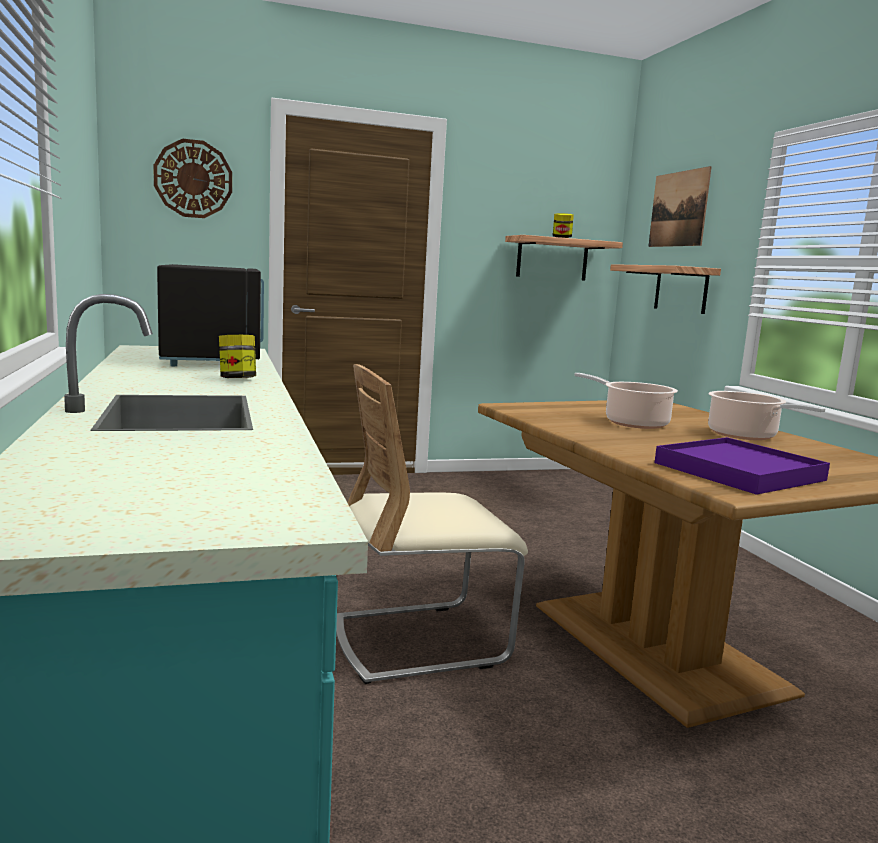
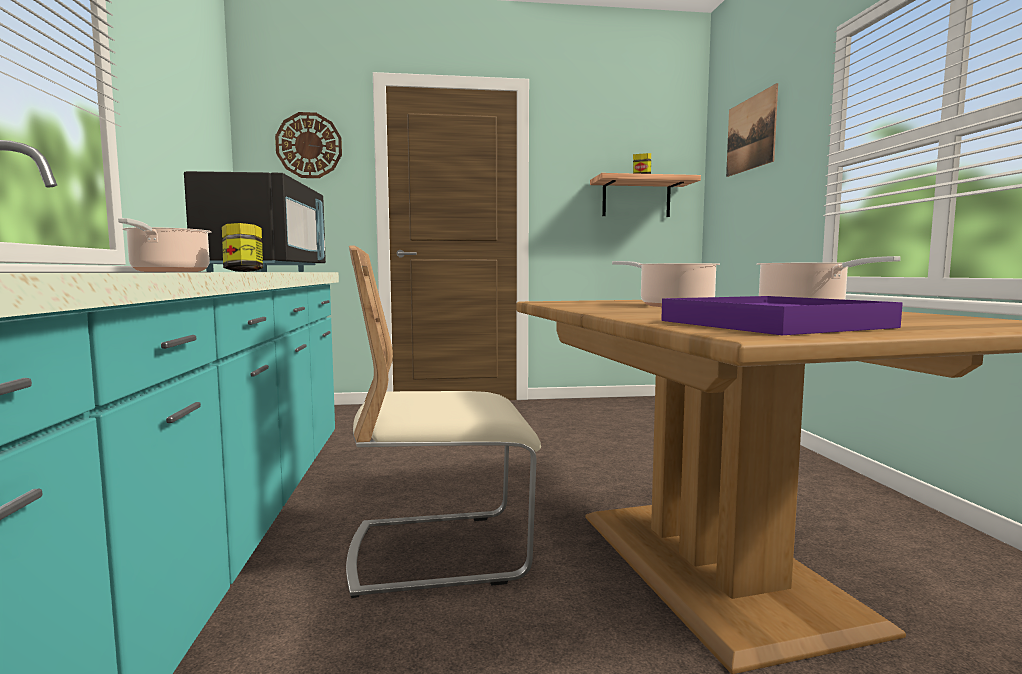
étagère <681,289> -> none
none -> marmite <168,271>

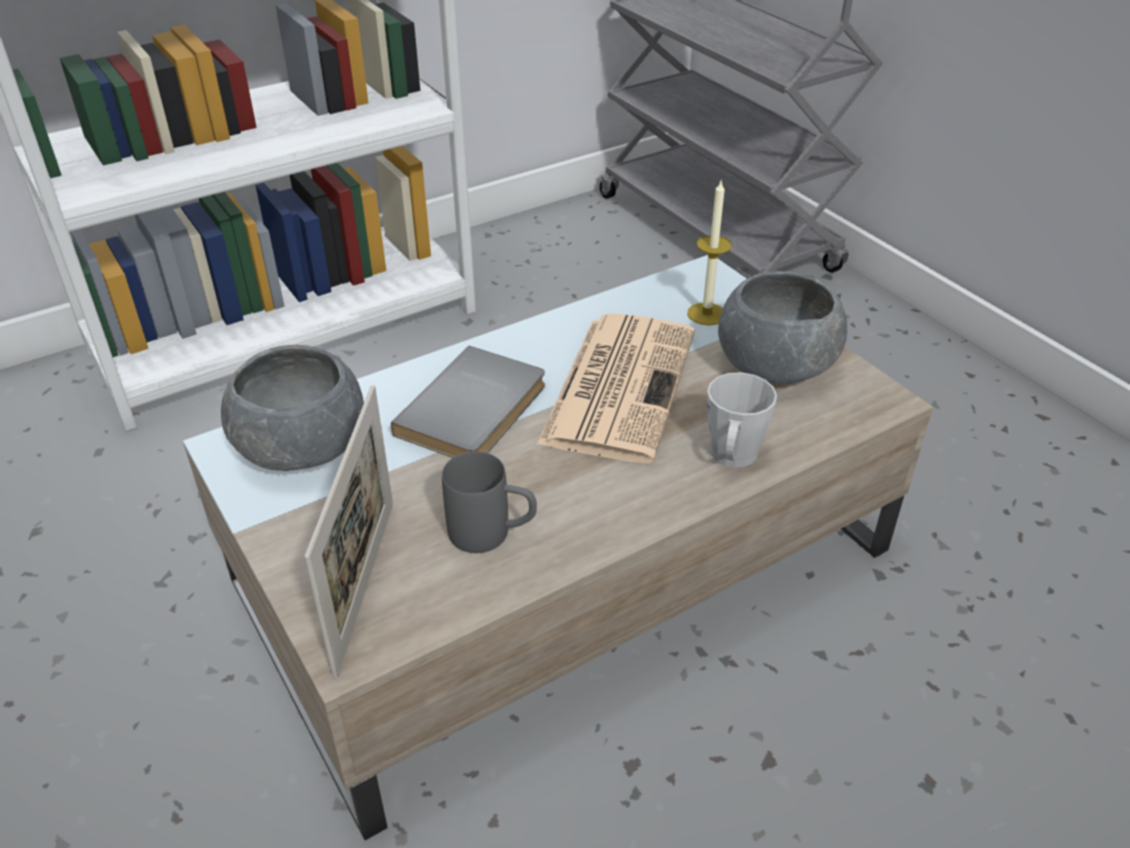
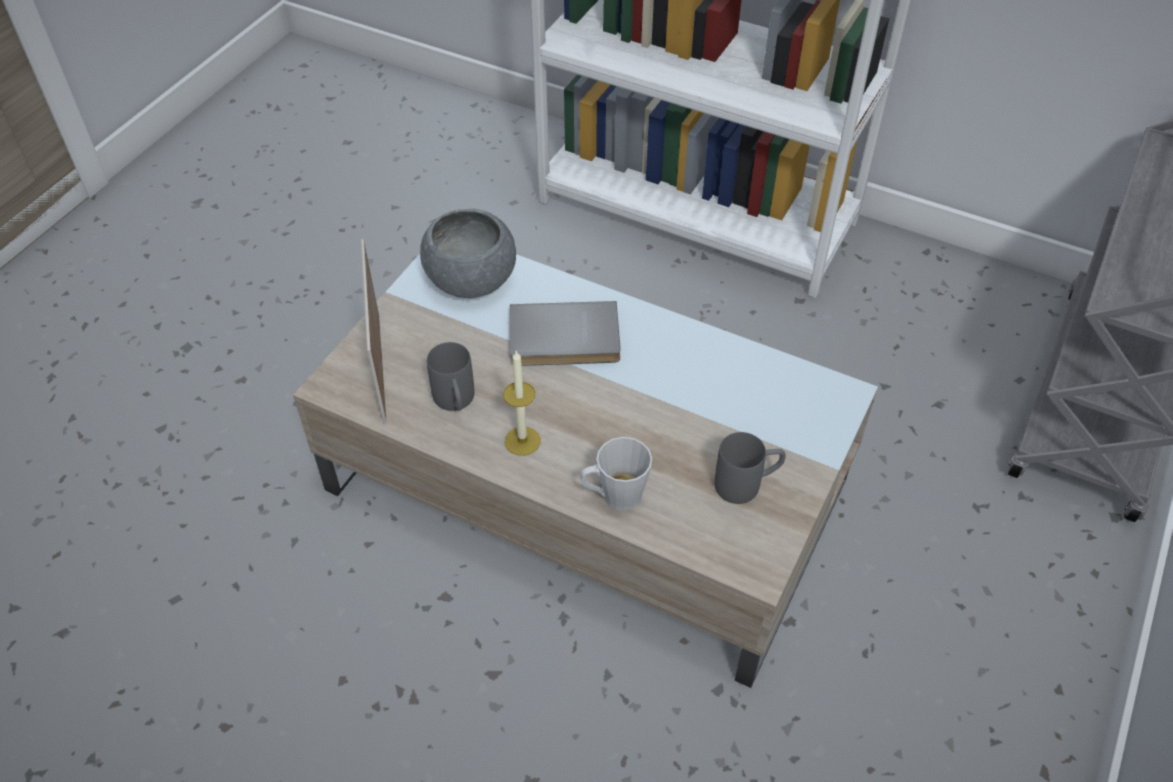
cadre photo <365,584> -> cadre photo <381,367>, 105 degrees clockwise
journal <619,385> -> none
bougie <706,314> -> bougie <522,441>, move
bol/gris <775,366> -> mug/gris <747,484>

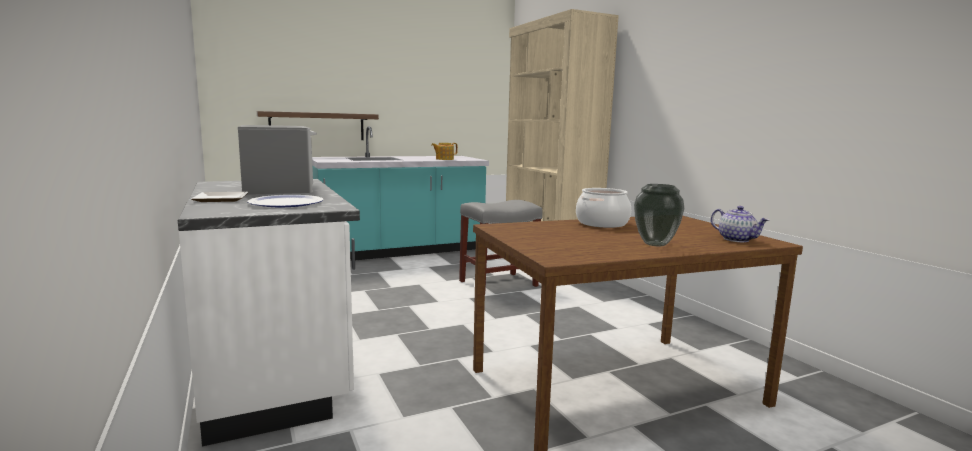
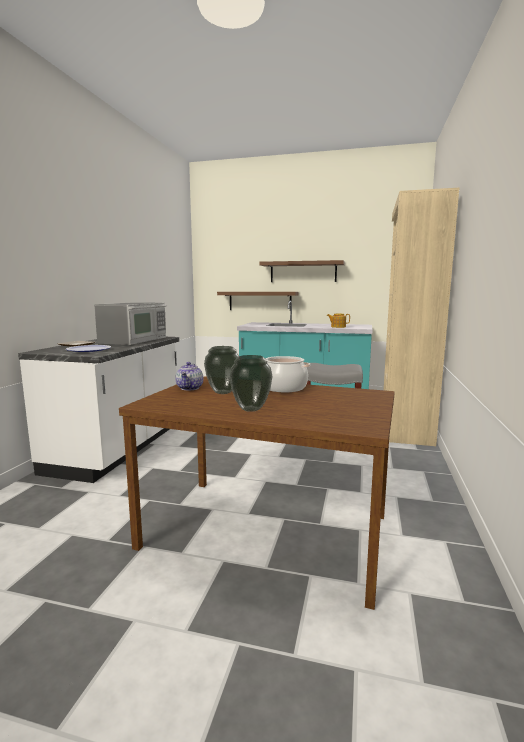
théière <737,239> -> théière <190,388>, move
none -> vase <222,392>
none -> étagère <303,272>

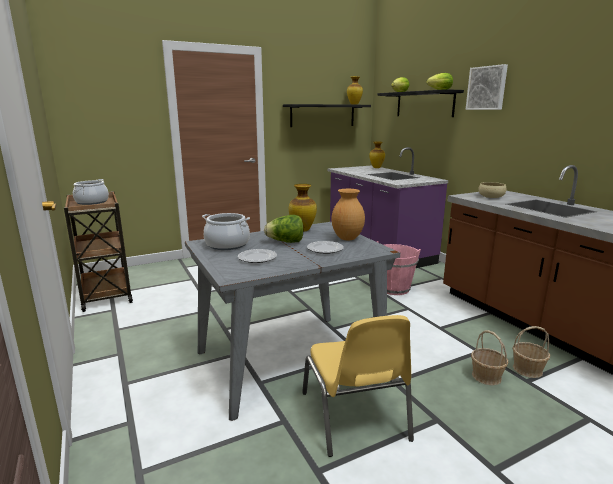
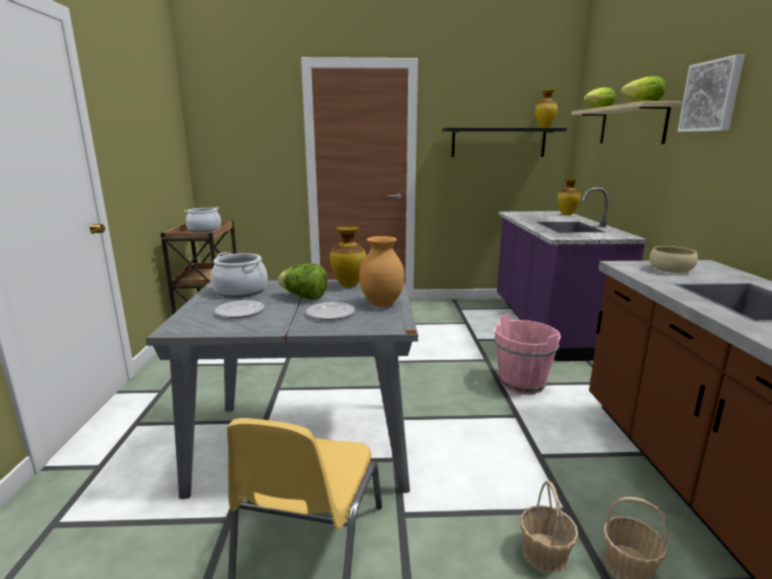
étagère/noir <424,104> -> étagère/beige <631,125>

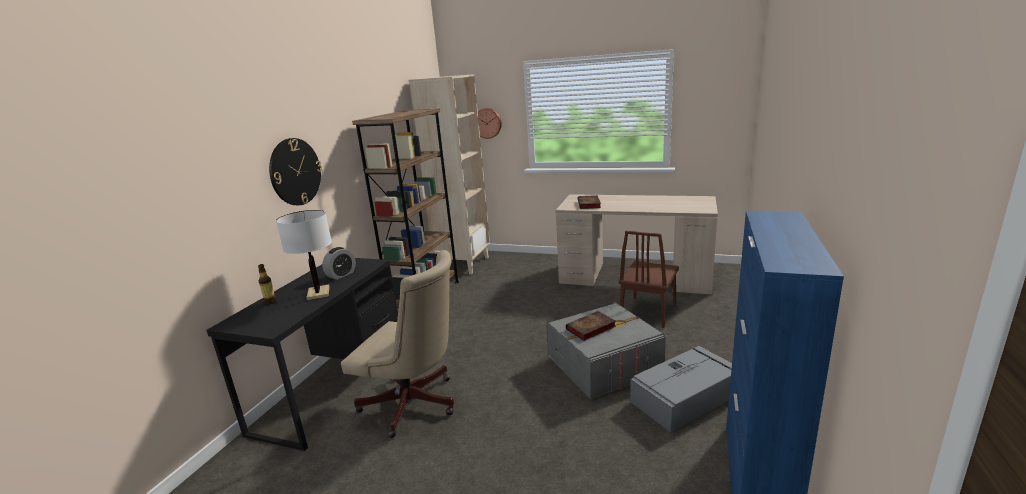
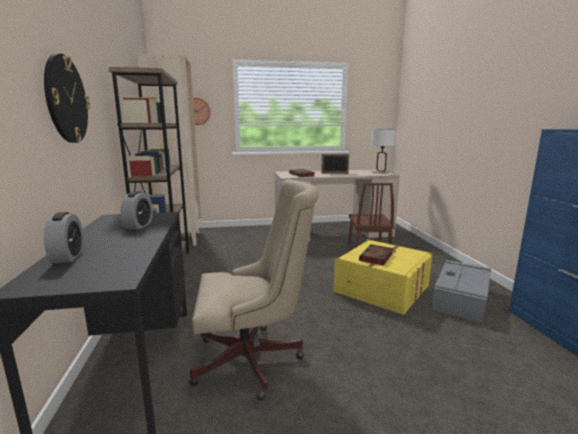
bouteille <270,302> -> réveil <68,257>
lampe de table/blanc <318,293> -> lampe de table/blanc <380,172>, move
boîte de rangement/gris <604,365> -> boîte de rangement/jaune <382,289>
none -> cadre photo <334,173>

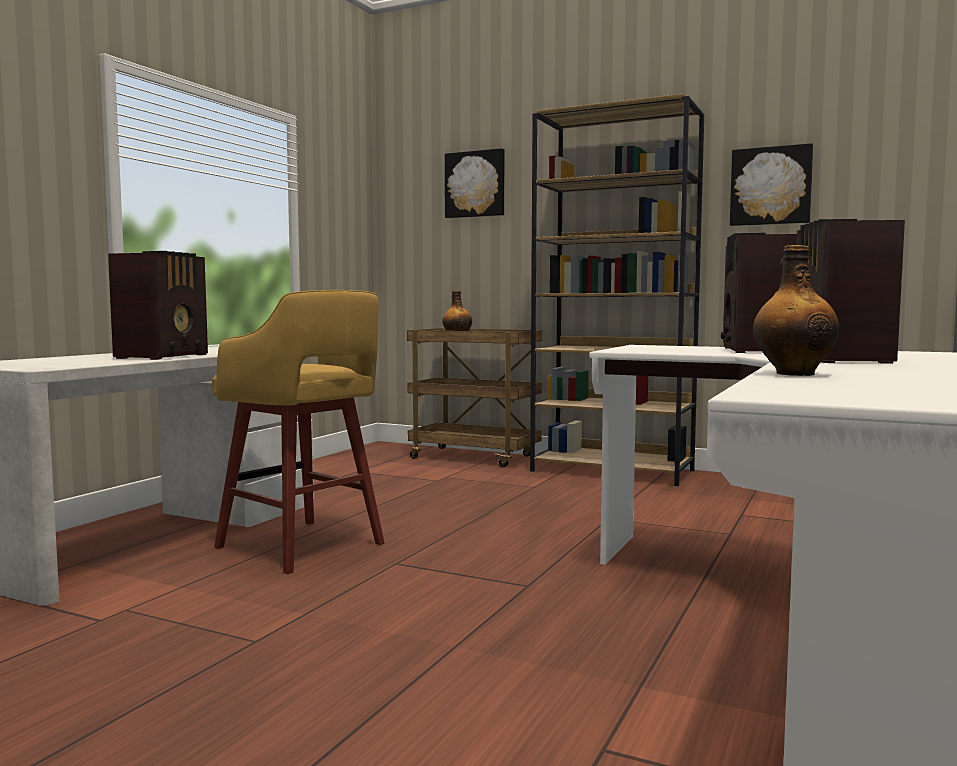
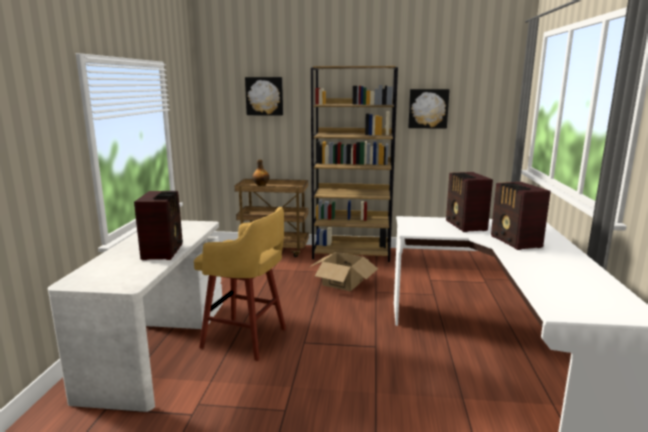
bouteille <793,374> -> none
none -> carton <342,282>

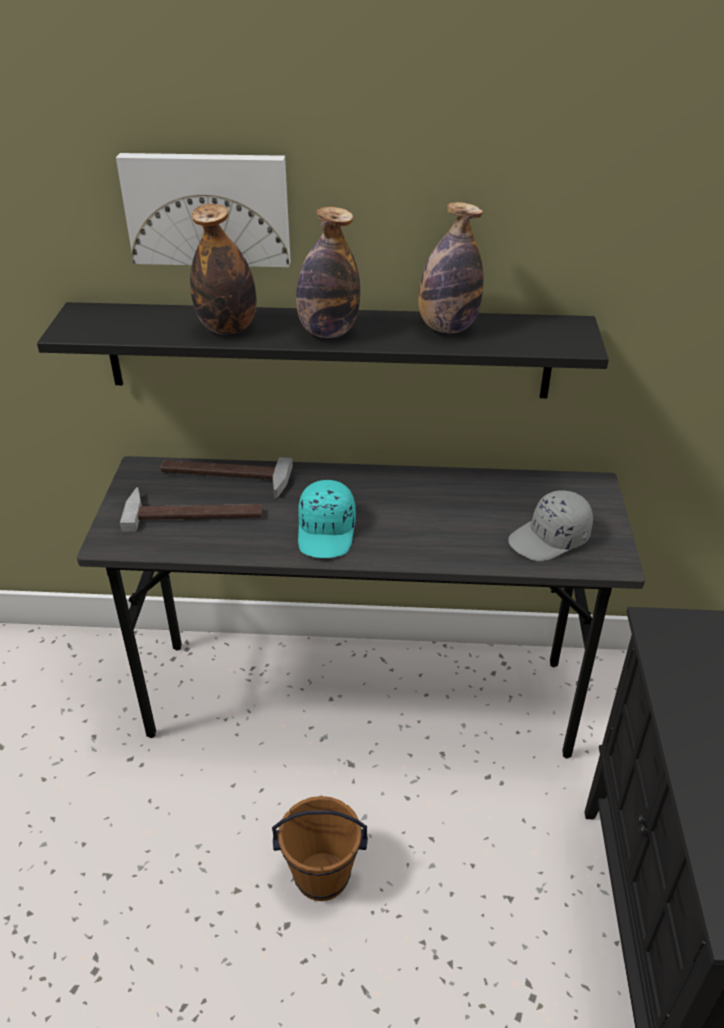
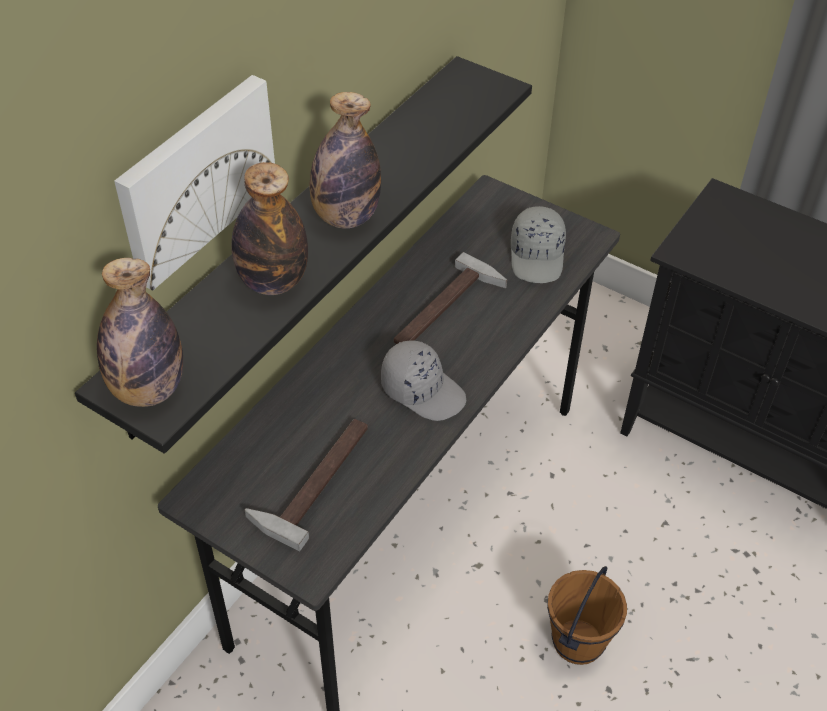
marteau <223,478> -> marteau <447,310>, move
casquette/turquoise <327,532> -> casquette/gris <423,390>
bouteille <447,328> -> bouteille <148,390>, move

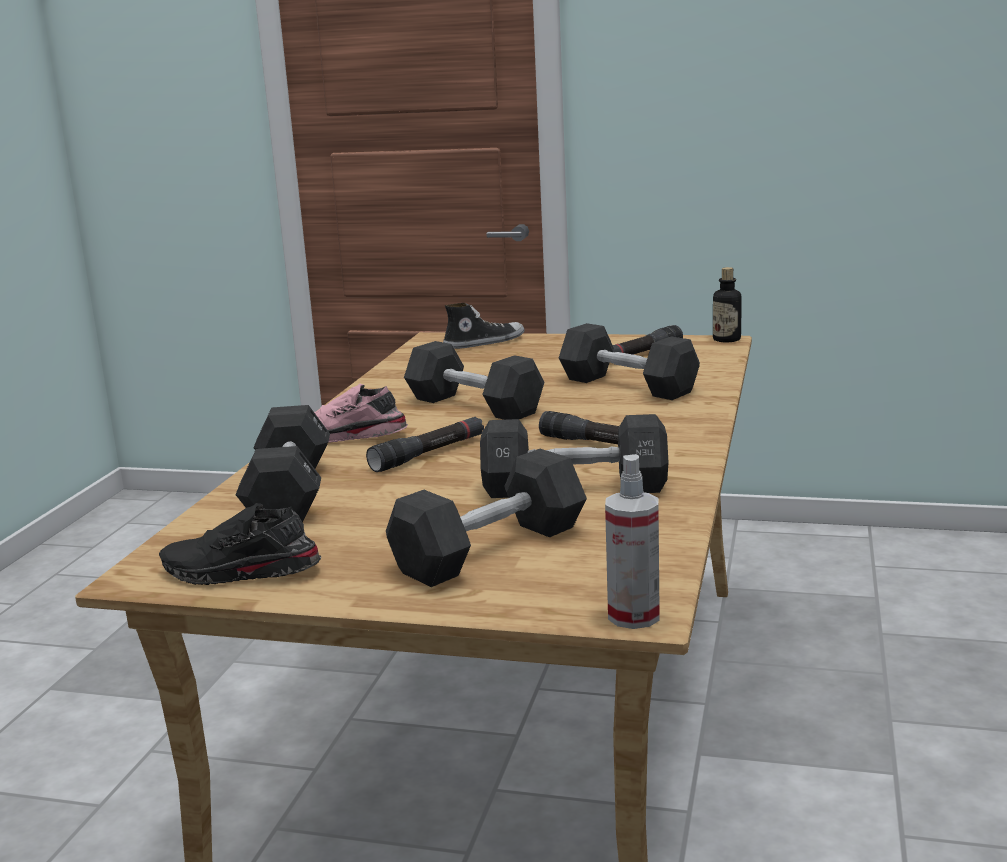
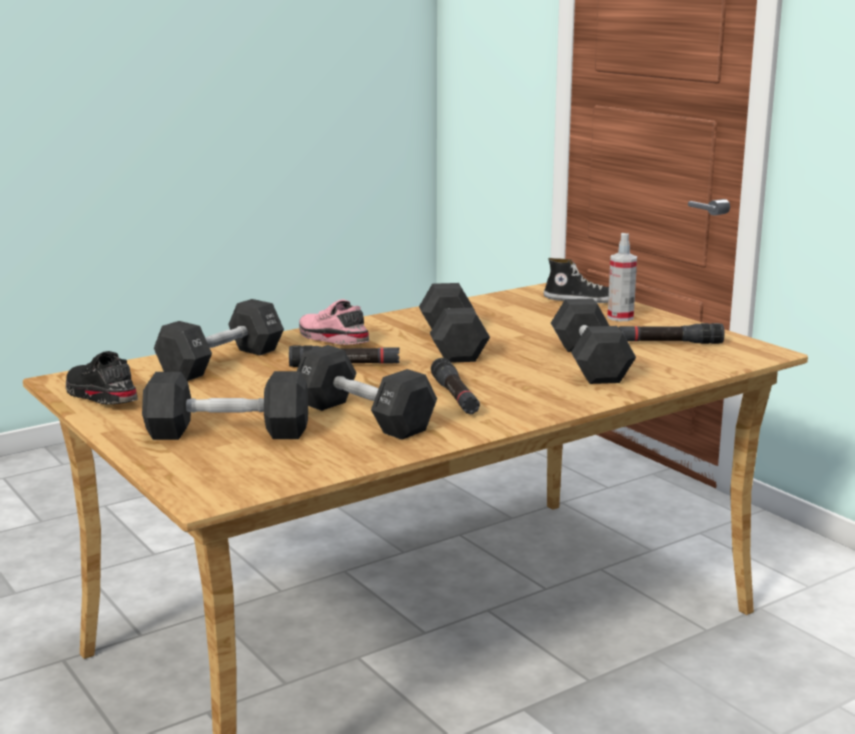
vaporisateur <633,616> -> vaporisateur <620,317>, move
bouteille <726,339> -> none

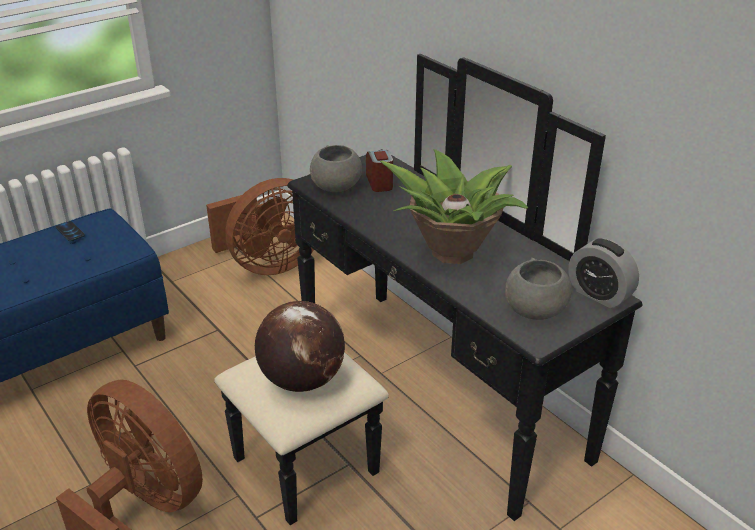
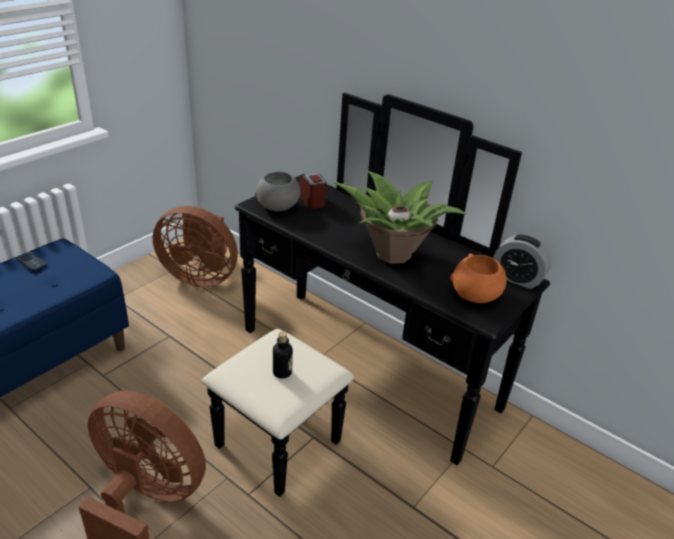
ventilateur/marron <270,264> -> ventilateur/marron <200,276>, 60 degrees clockwise
globe <301,380> -> bouteille <282,372>
bol/gris <535,310> -> bol/orange <475,296>

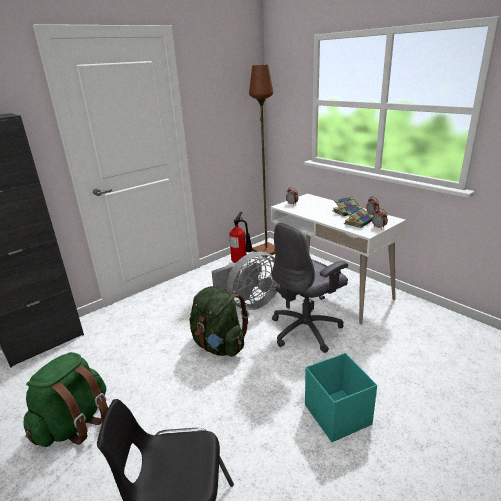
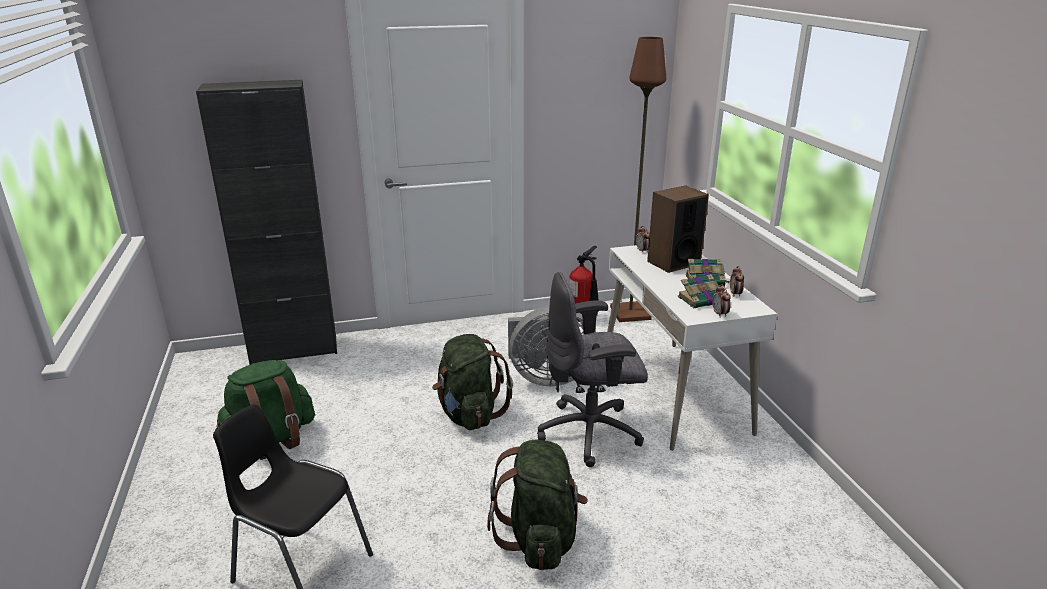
boîte de rangement/turquoise <337,414> -> sac à dos/vert <540,538>
none -> enceinte <673,262>

